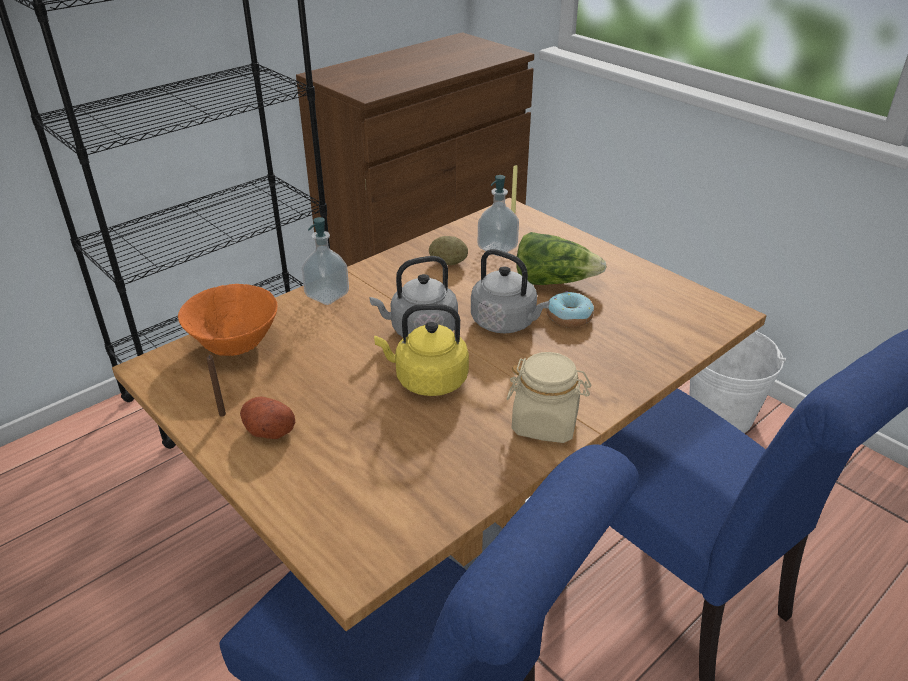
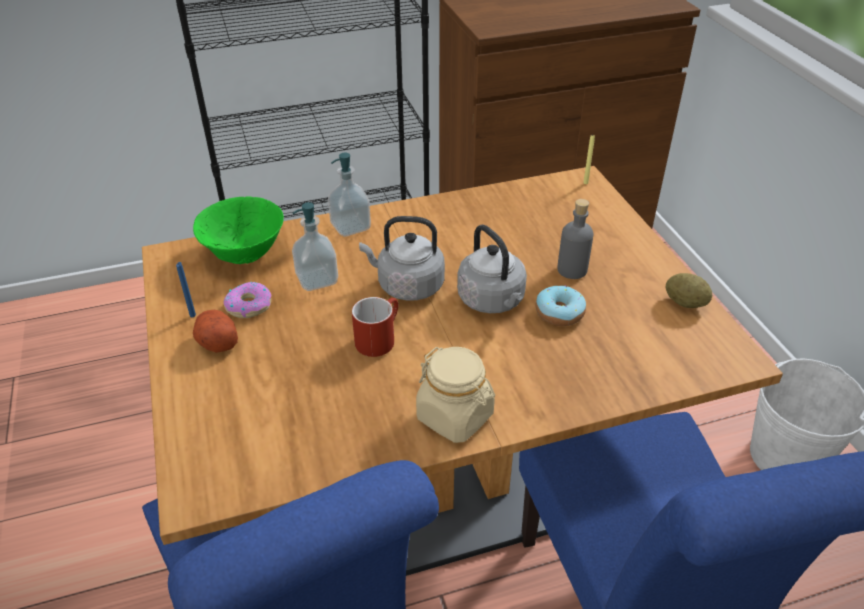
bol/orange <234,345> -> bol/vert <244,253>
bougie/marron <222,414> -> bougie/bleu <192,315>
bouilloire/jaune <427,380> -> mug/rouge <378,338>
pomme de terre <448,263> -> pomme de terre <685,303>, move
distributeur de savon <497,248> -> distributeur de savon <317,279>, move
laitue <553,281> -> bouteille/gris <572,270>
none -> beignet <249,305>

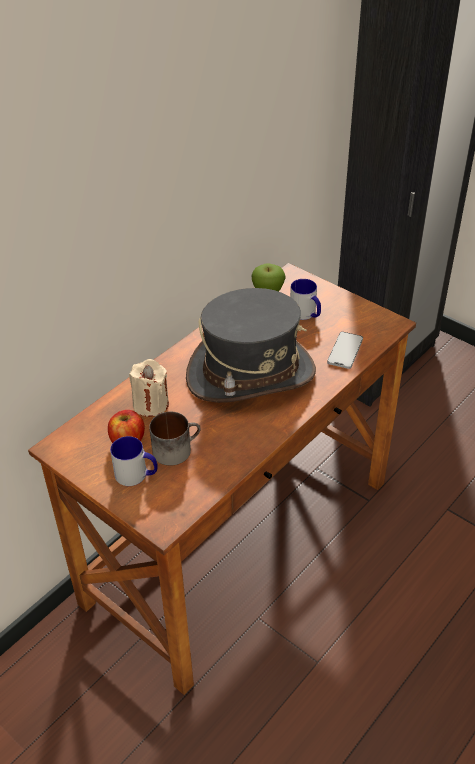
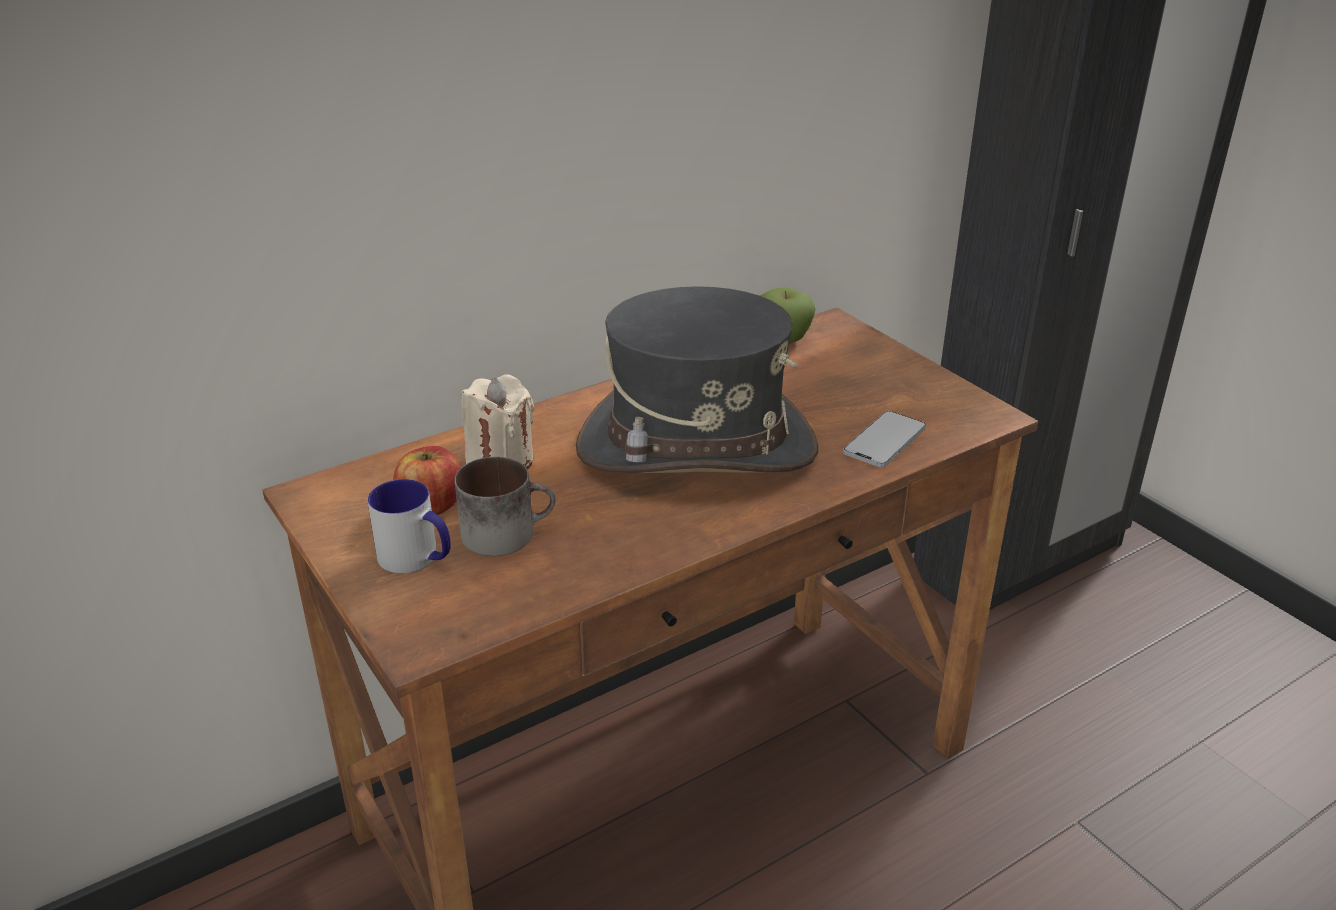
mug <306,314> -> none

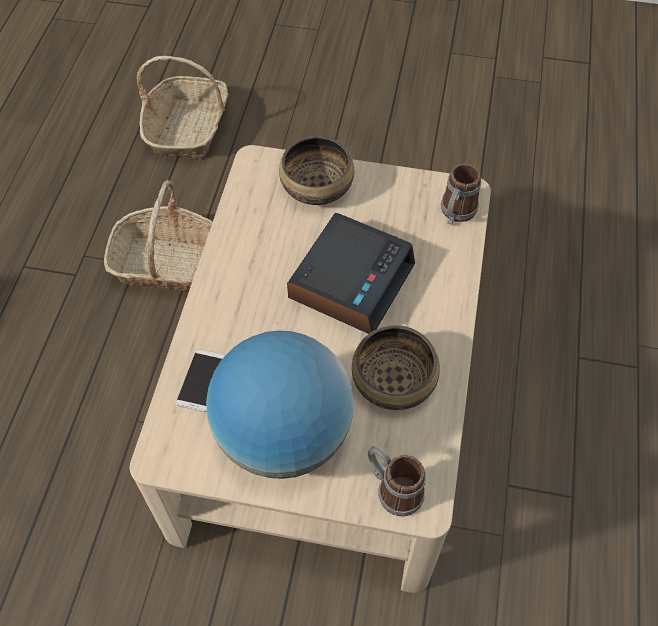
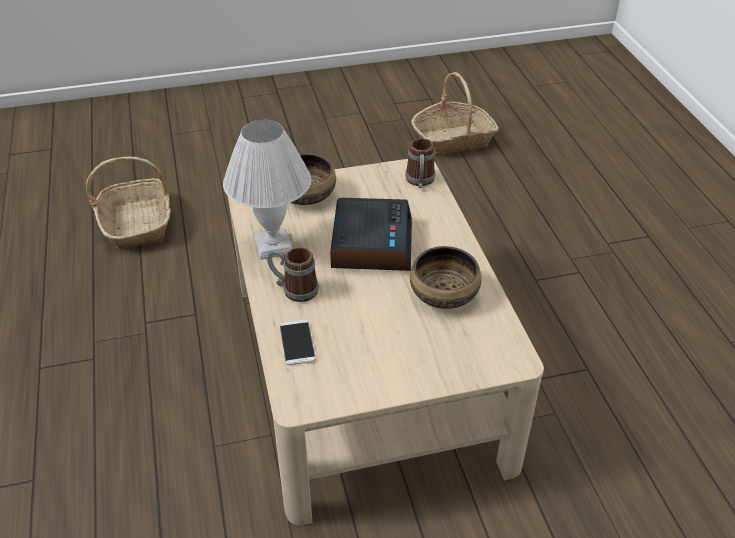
panier <169,263> -> panier <453,139>, move
globe <283,434> -> none
mug <393,488> -> mug <294,289>, move
none -> lampe de table/blanc <272,246>

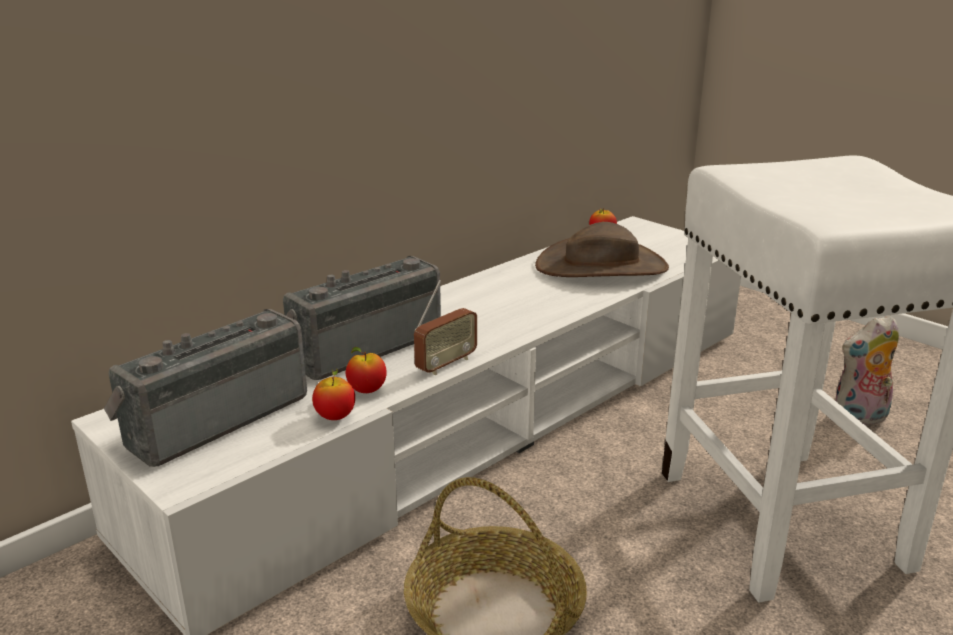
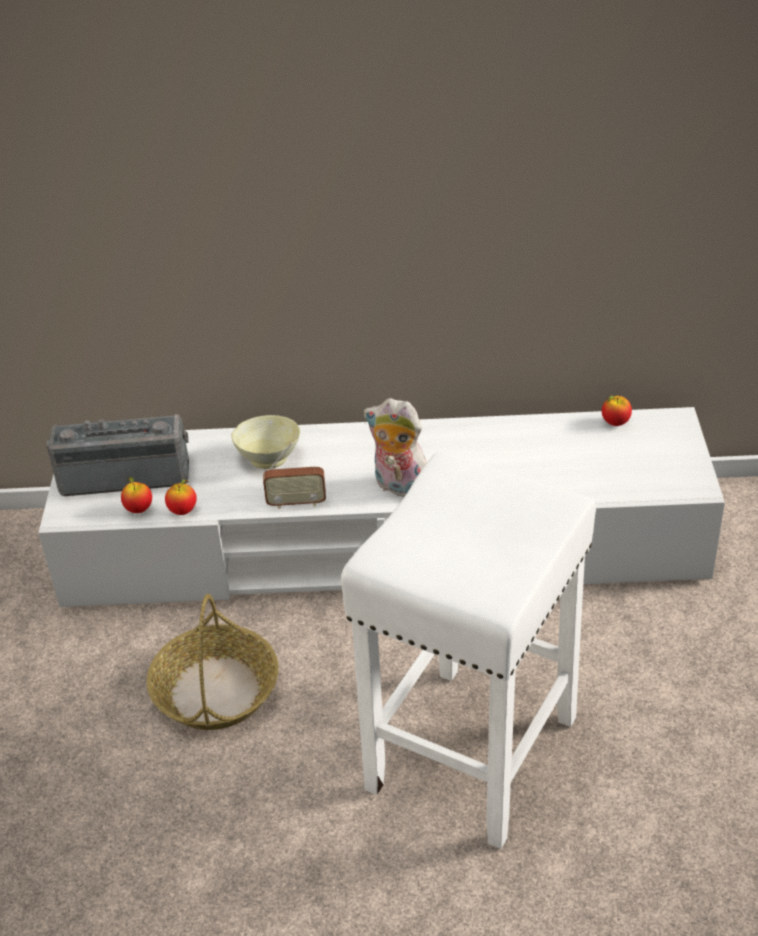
radio <363,347> -> bol/beige <269,458>
pomme <367,390> -> pomme <138,509>, move
chapeau/marron <601,266> -> none
peluche <860,419> -> peluche <398,486>, move

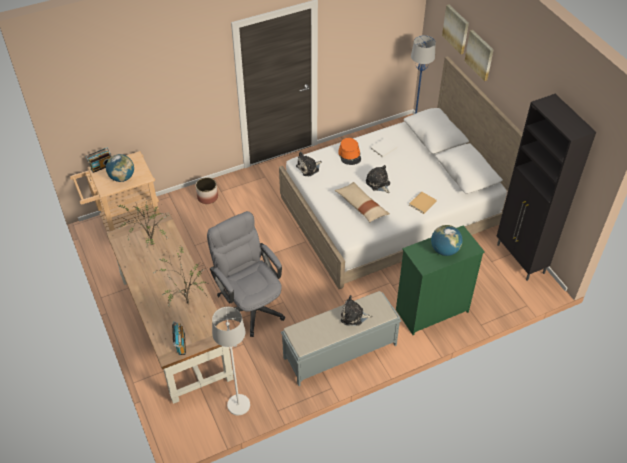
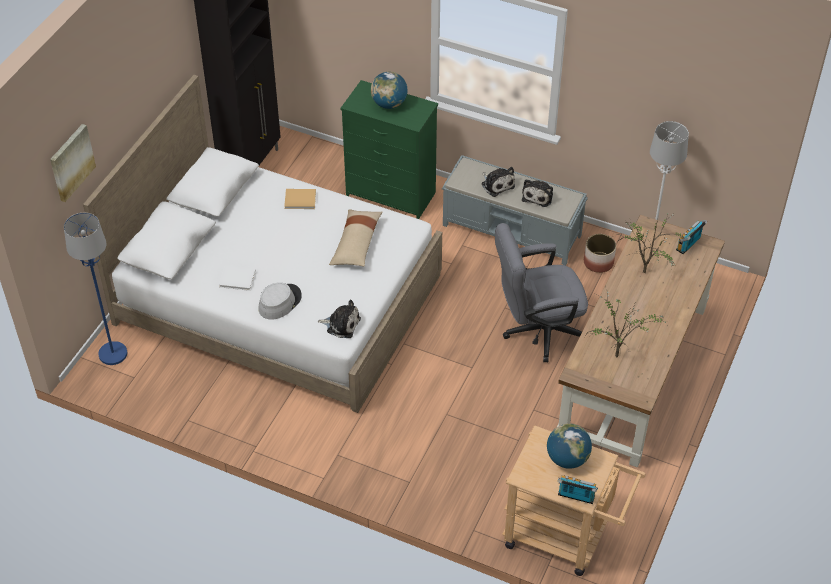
cache-pot <207,197> -> cache-pot <598,262>, move
chaise de bureau/gris <250,304> -> chaise de bureau/gris <537,331>, 60 degrees clockwise
chapeau/orange <350,155> -> chapeau/gris <279,302>
peluche <378,183> -> peluche <538,196>, move
tableau <480,55> -> none

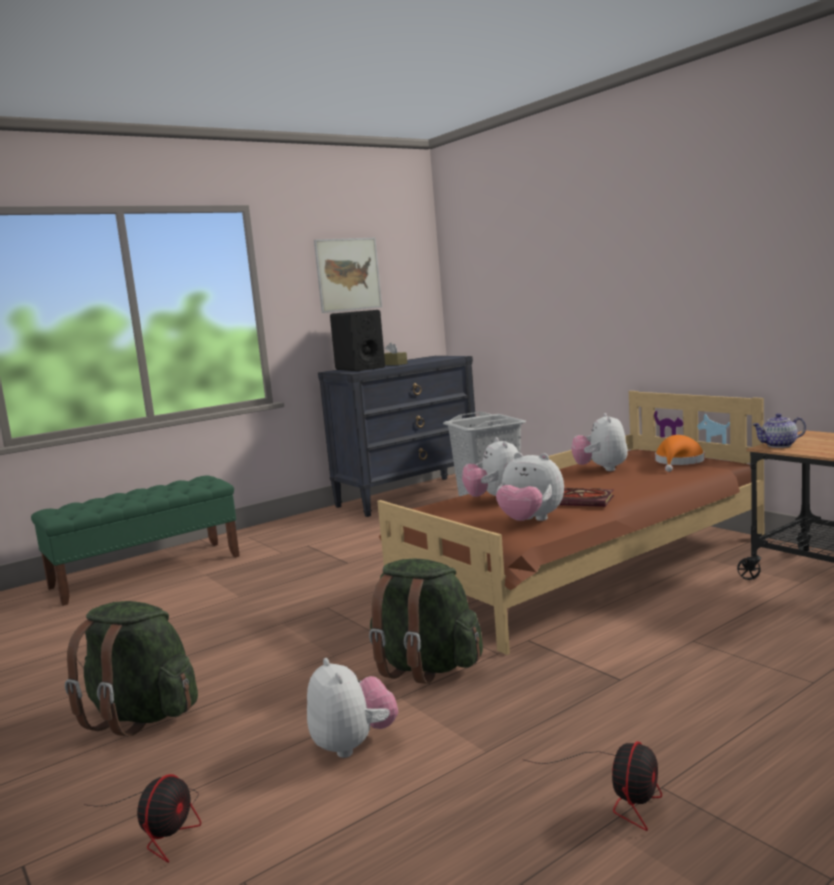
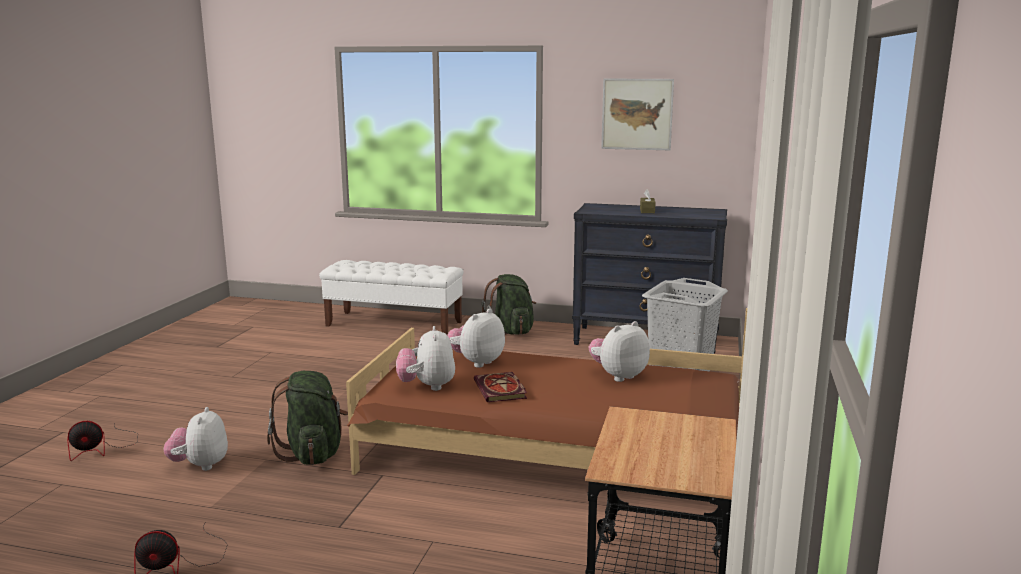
banc/vert <147,571> -> banc/blanc <394,324>
sac à dos/vert <141,716> -> sac à dos/vert <511,331>, move
peluche <353,745> -> peluche <200,465>, 150 degrees clockwise
enceinte/noir <359,368> -> none
chapeau/orange <678,462> -> none
théière <779,445> -> none

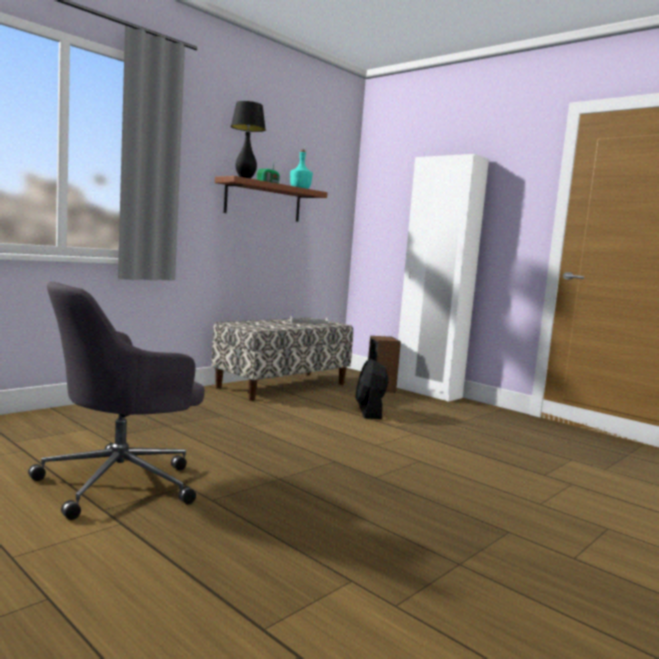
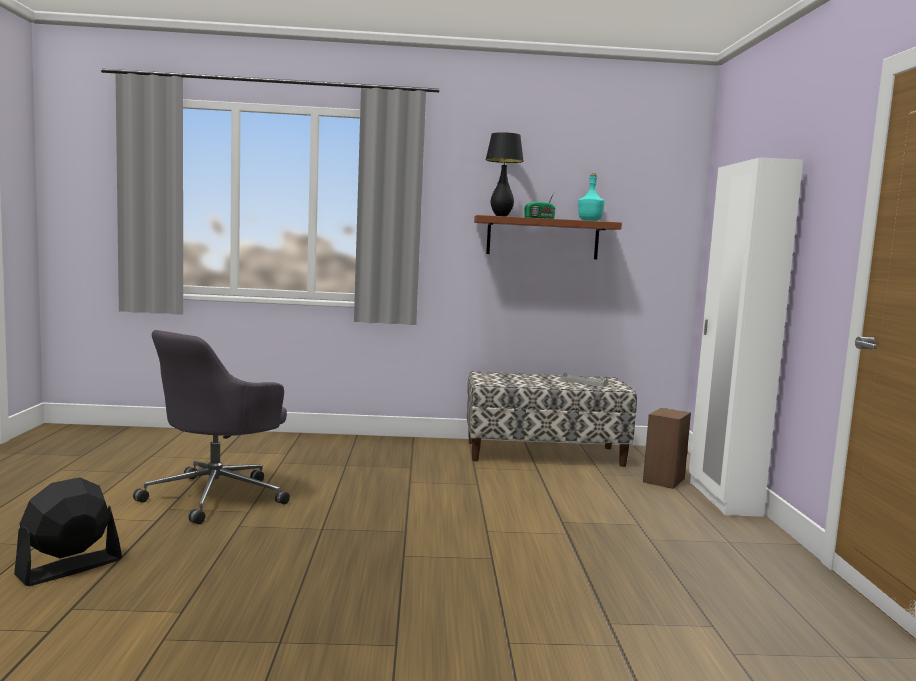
chaise de bureau/gris <122,482> -> chaise de bureau/gris <217,496>, 60 degrees counterclockwise
ventilateur/noir <369,411> -> ventilateur/noir <69,568>, move

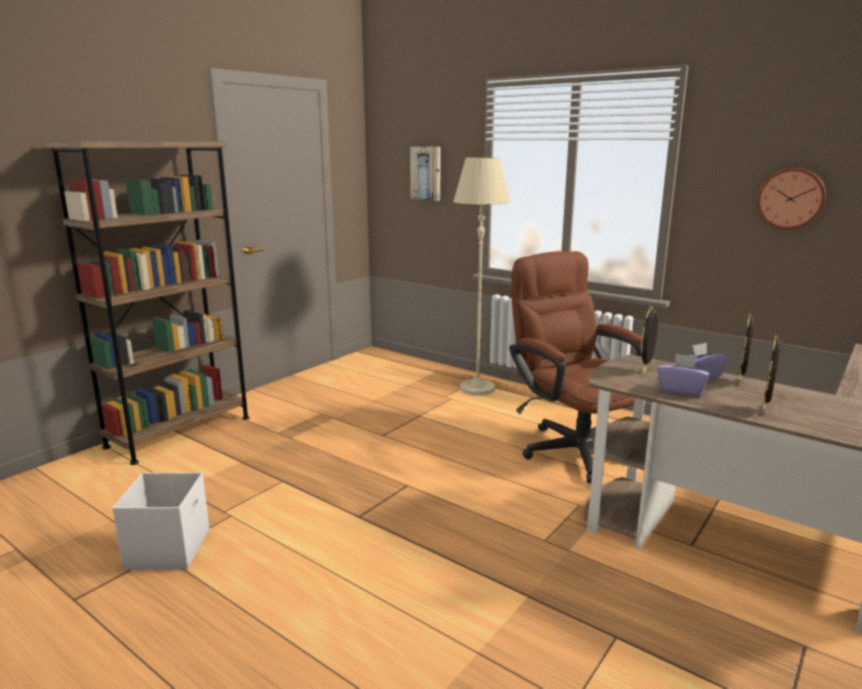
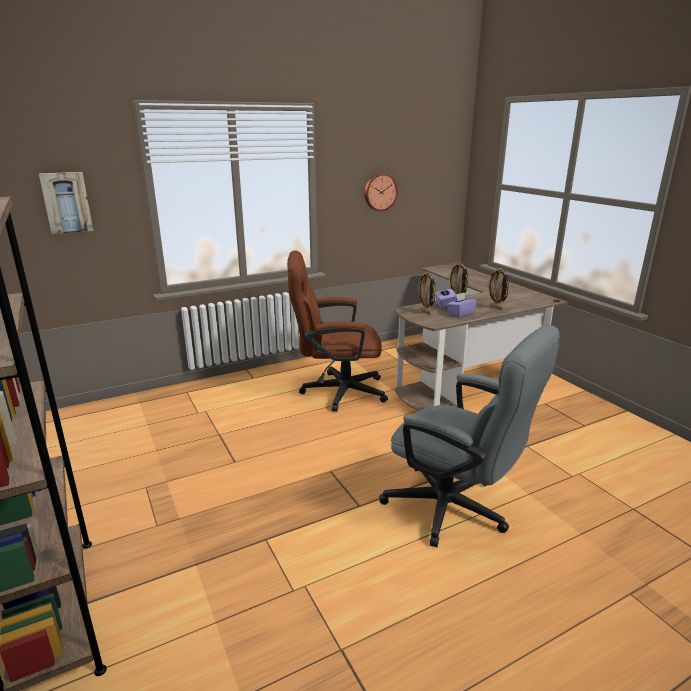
boîte de rangement/blanc <169,549> -> none
lampadaire/beige <477,388> -> none
none -> chaise de bureau/gris <456,510>

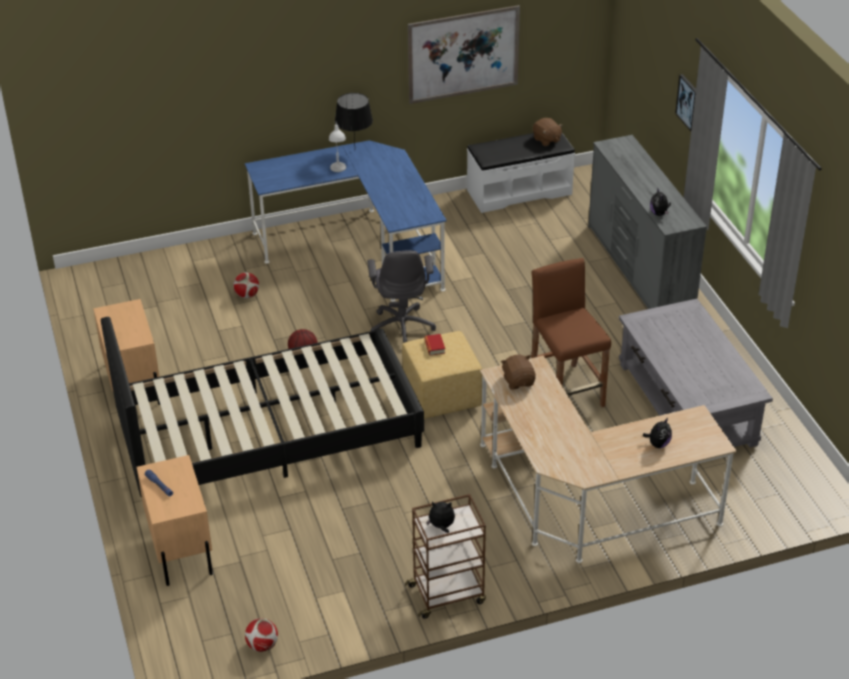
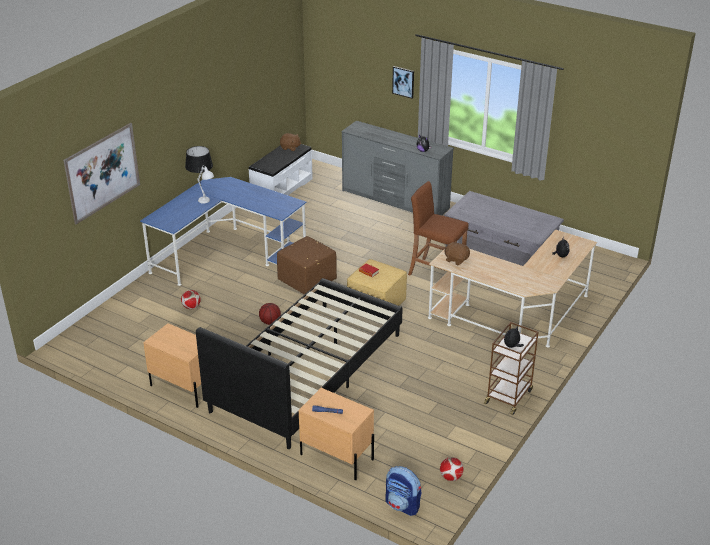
chaise de bureau/gris <402,326> -> pouf/marron <307,281>
tableau <463,54> -> tableau <103,172>, move
none -> sac à dos <403,505>

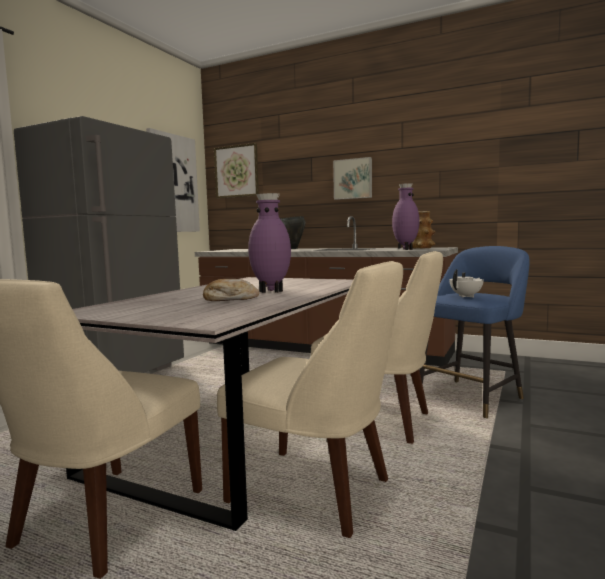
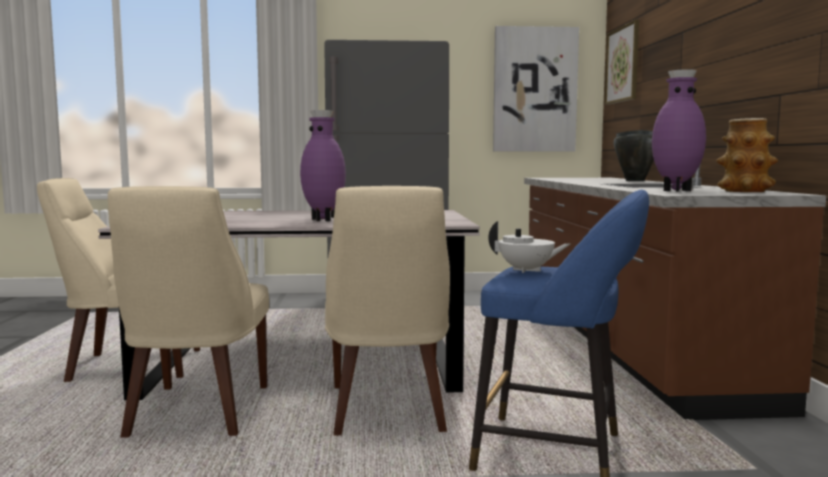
pain <230,299> -> none
tableau <353,179> -> none

